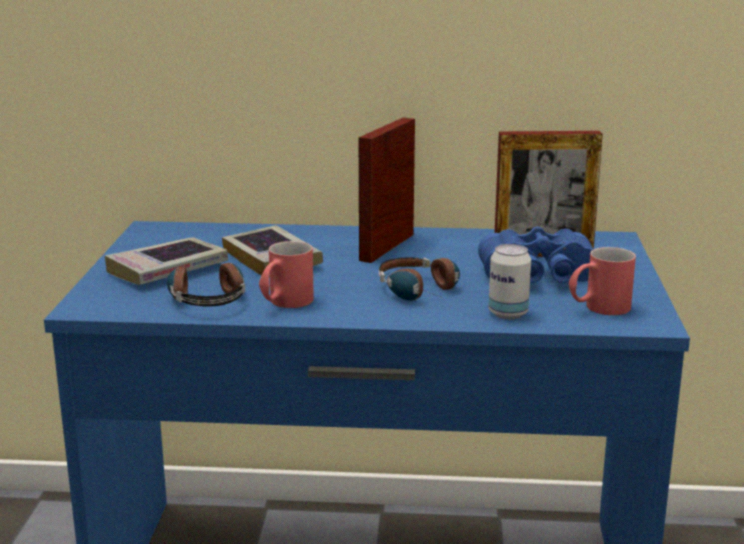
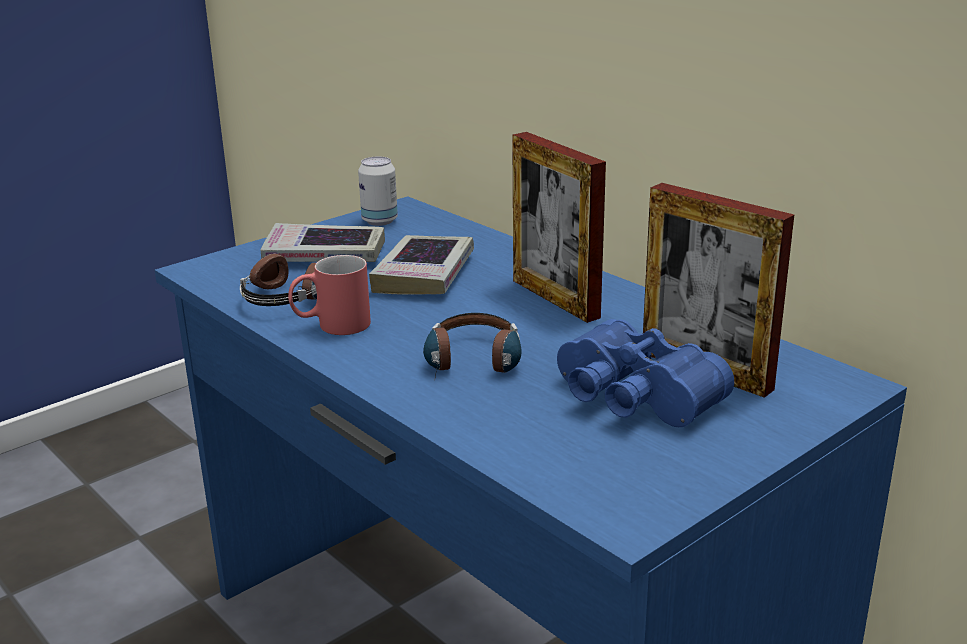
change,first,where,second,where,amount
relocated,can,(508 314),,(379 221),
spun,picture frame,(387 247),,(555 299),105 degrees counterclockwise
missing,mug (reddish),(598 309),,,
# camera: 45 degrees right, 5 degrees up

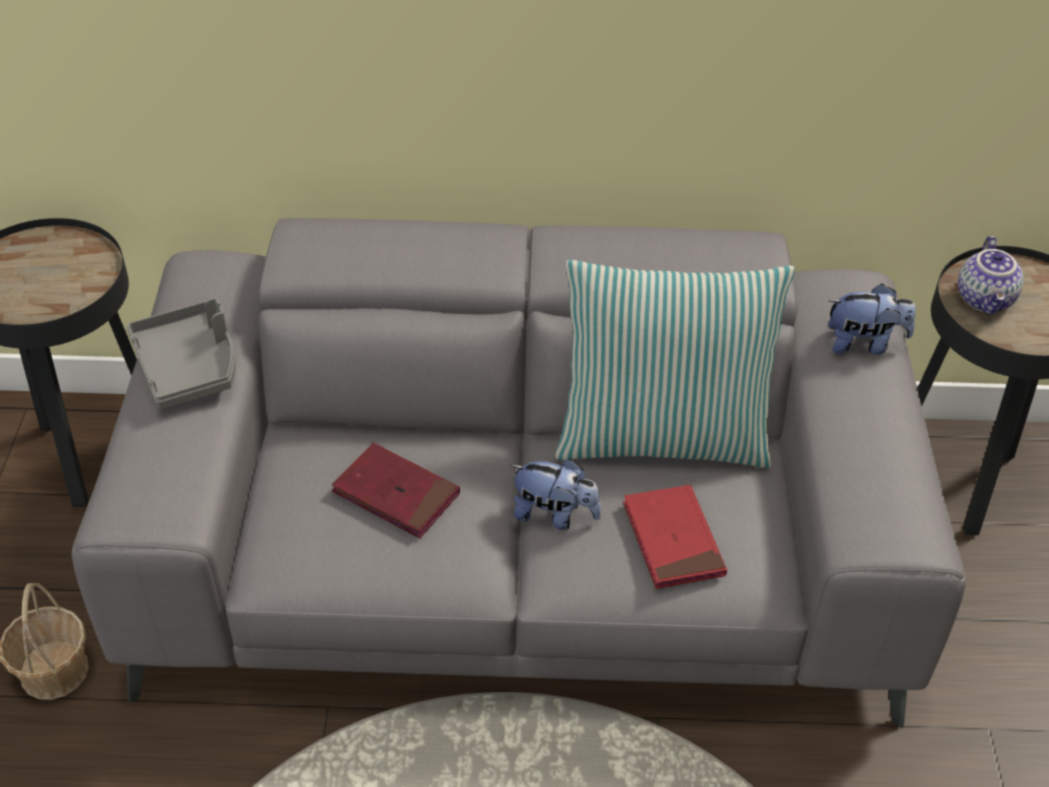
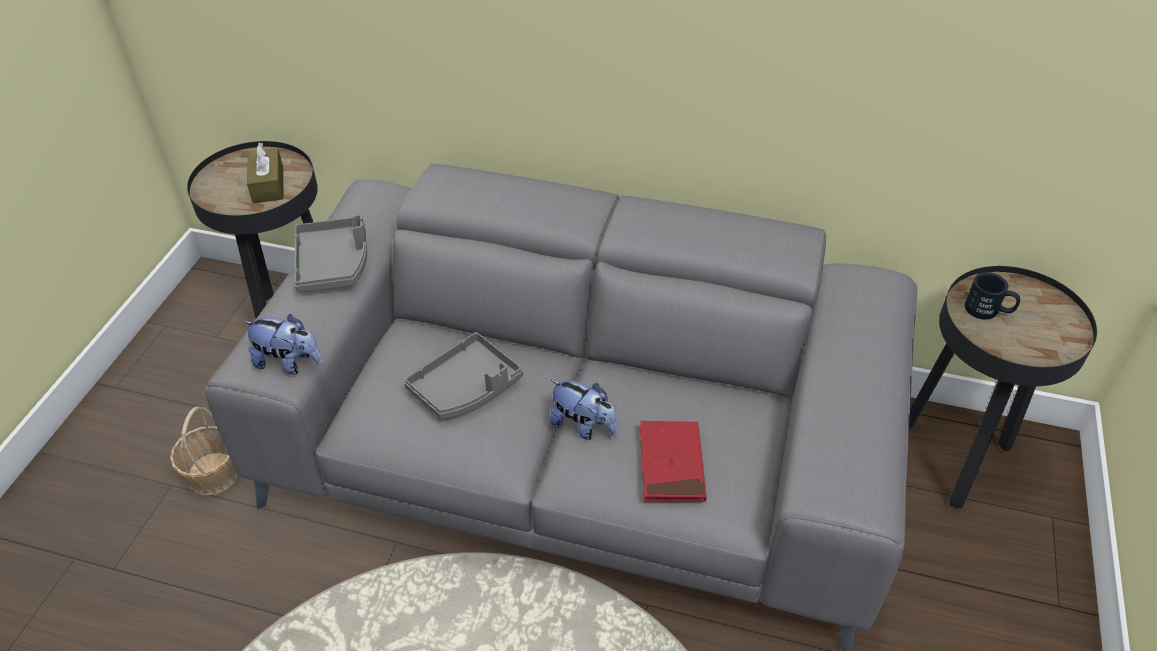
change,first,where,second,where,amount
relocated,plush toy,(863 344),,(289 363),
appeared,,,tissue box (brown-coloured),(268 185),
exchanged,book (reddish),(396 494),carrying tray (grey),(466 387),
exchanged,pot for tea,(986 300),mug (black),(988 310),
missing,throw pillow,(662 436),,,
# camera: 15 degrees right, 0 degrees up

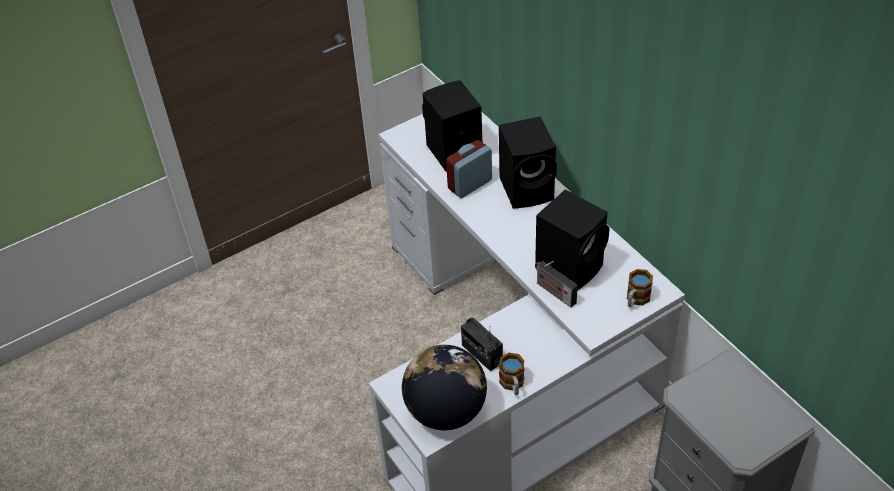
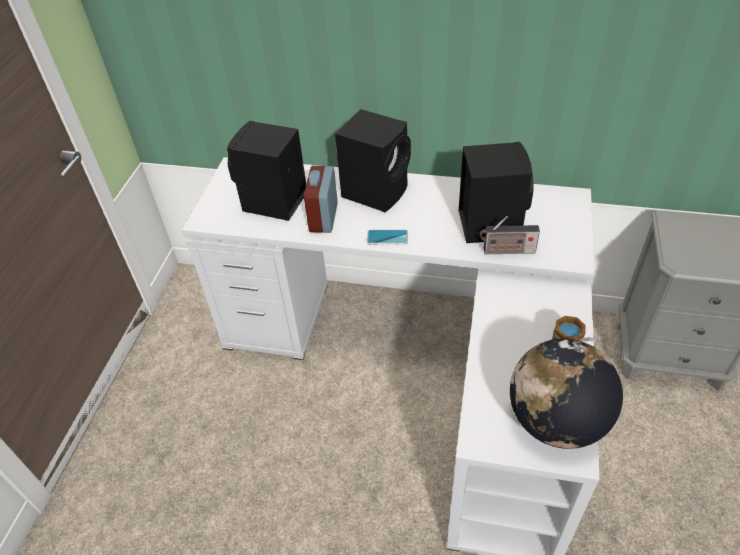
change,first,where,second,where,amount
appeared,,,phone,(387 237),
missing,radio set,(482 354),,,
missing,mug,(636 300),,,
# camera: 45 degrees left, 0 degrees up

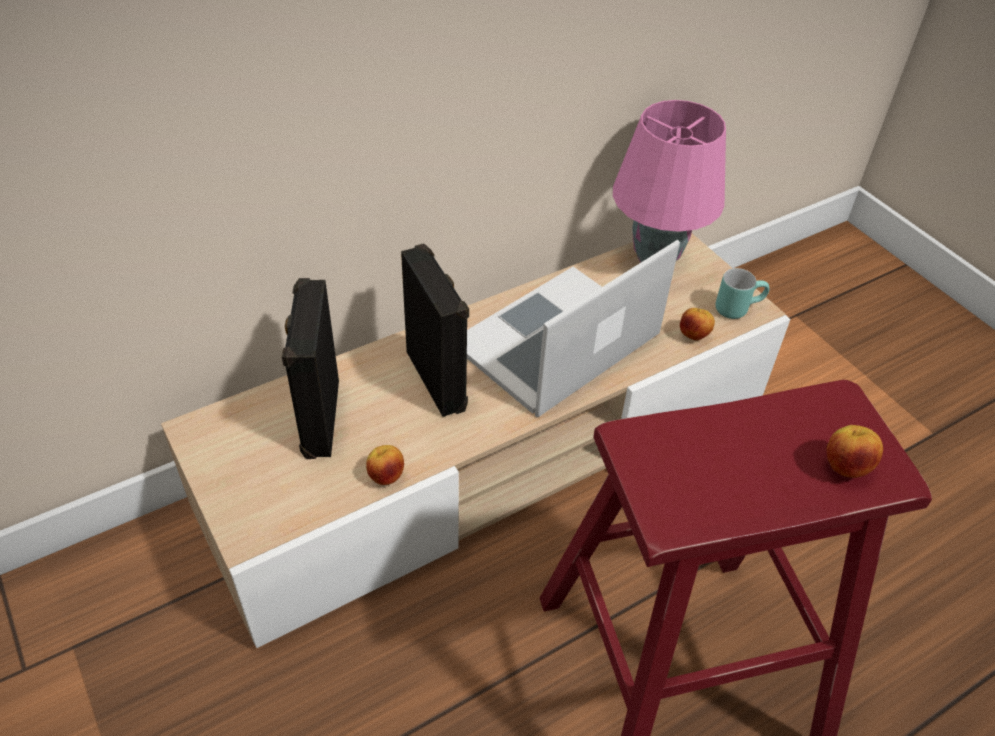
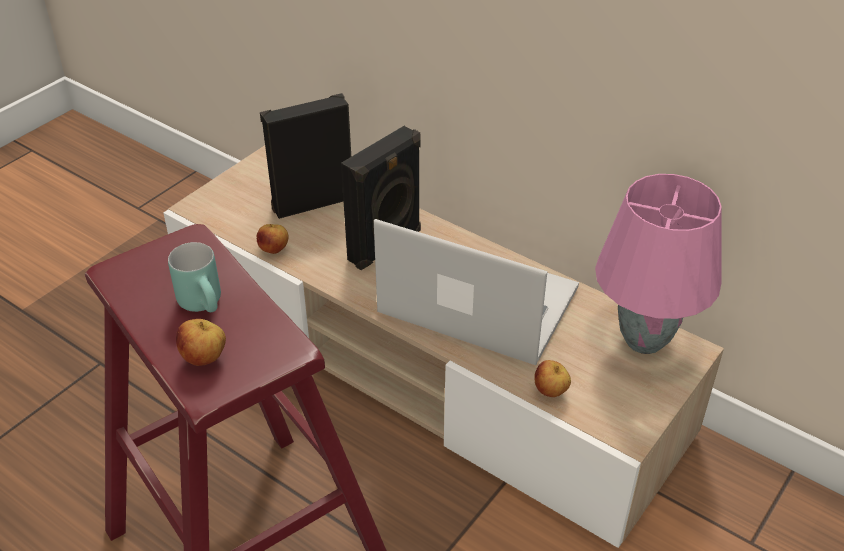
change,first,where,second,where,amount
relocated,mug (blue-green),(737 307),,(206 304),
# camera: 70 degrees right, 5 degrees down

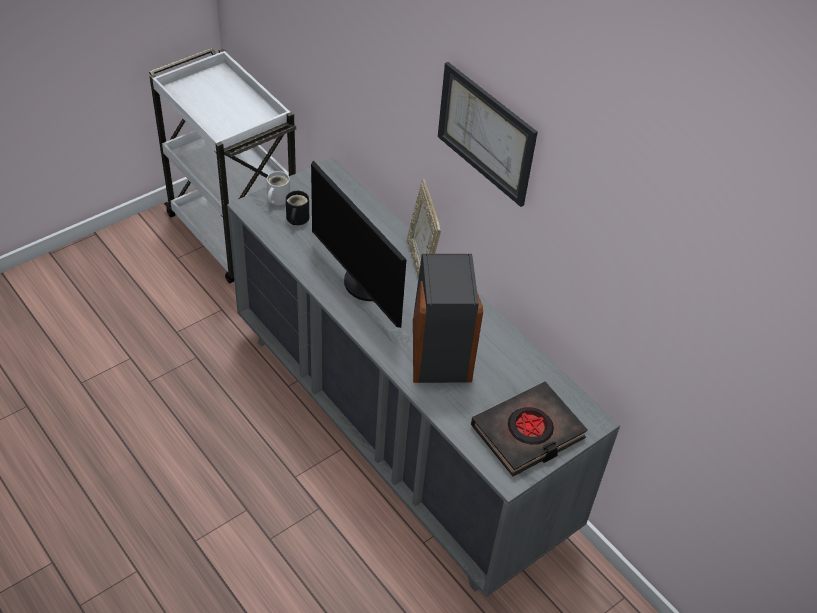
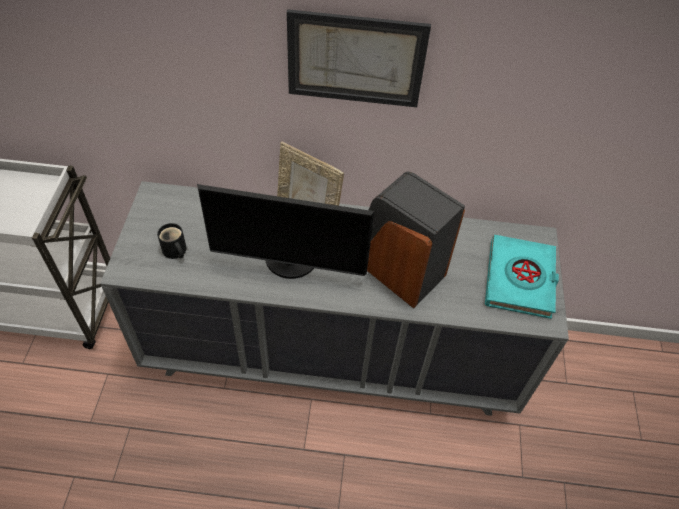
change,first,where,second,where,amount
colour,book (black),(528 433),book (blue-green),(520 280),
missing,mug (white-coloured),(276 199),,,
# camera: 45 degrees left, 5 degrees up

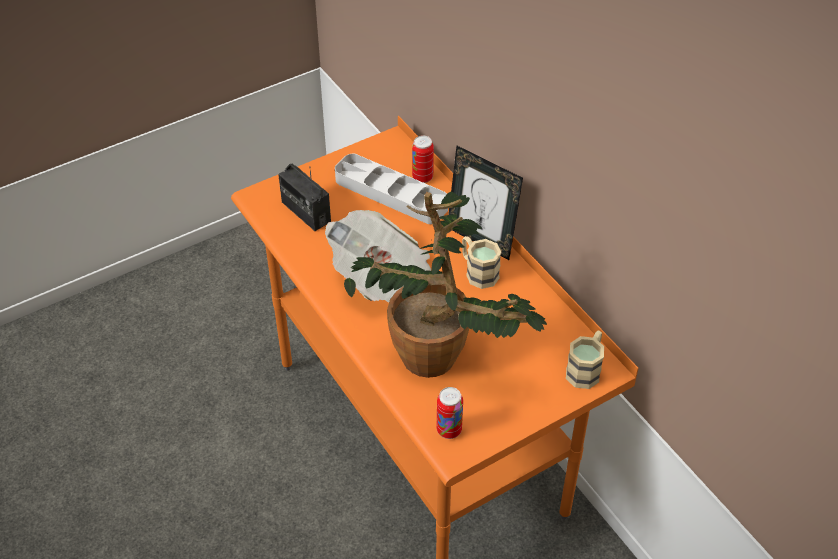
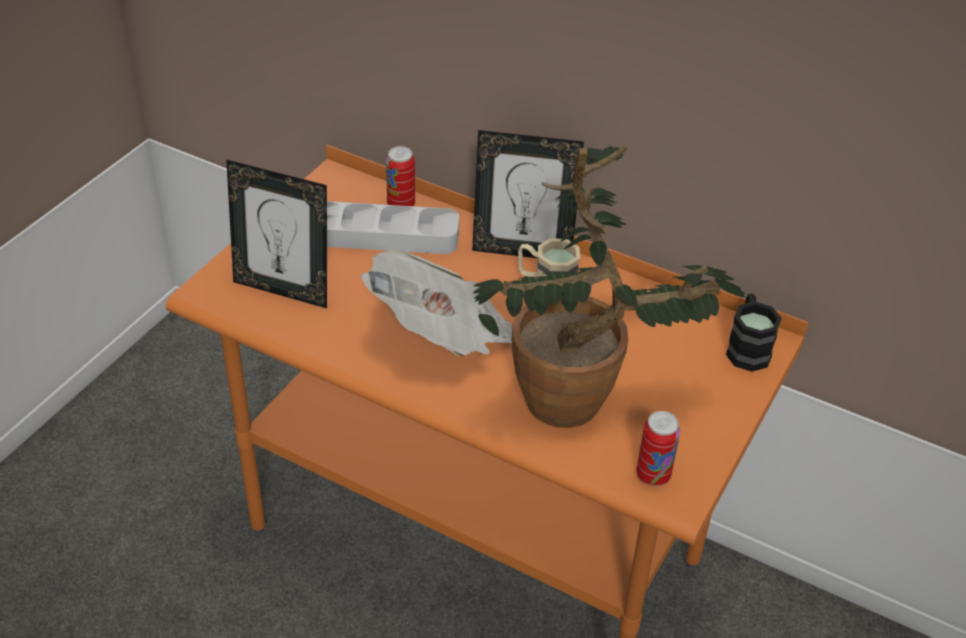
change,first,where,second,where,amount
exchanged,radio set,(305 212),picture frame,(283 289),
colour,mug (beige),(586 369),mug (black),(747 347),
# camera: 30 degrees left, 5 degrees down

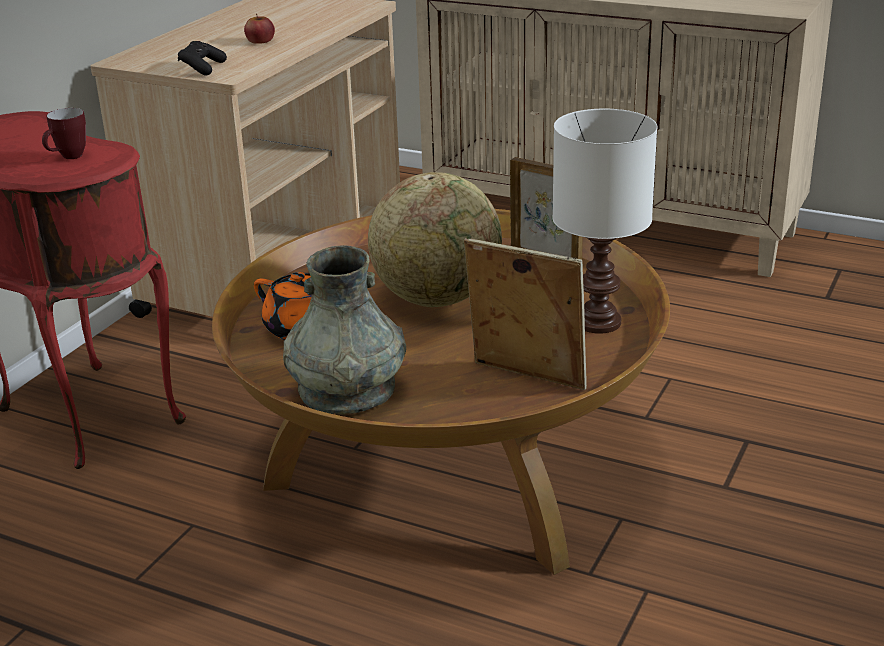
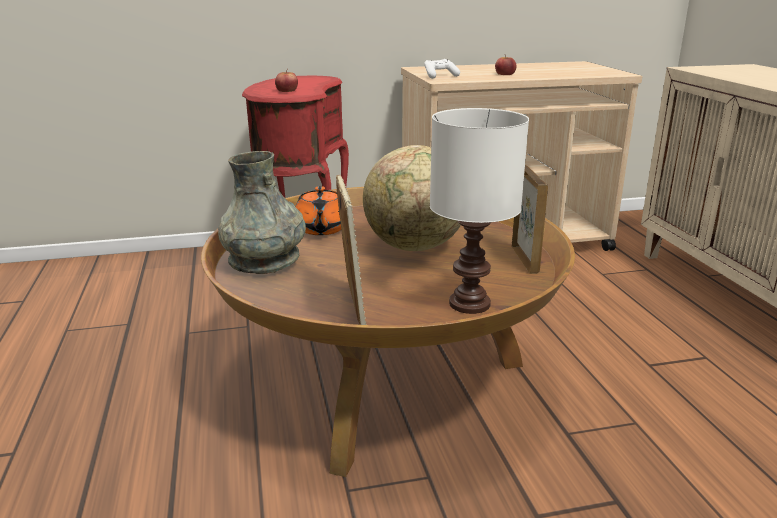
change,first,where,second,where,amount
exchanged,mug,(68 158),whole apple,(287 90),
colour,gamepad (black),(202 68),gamepad (white-coloured),(440 76),
# camera: 50 degrees right, 5 degrees down

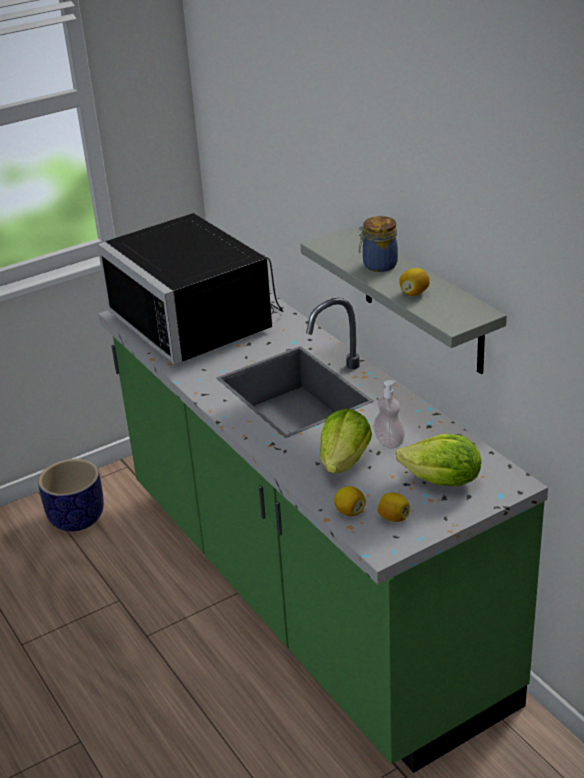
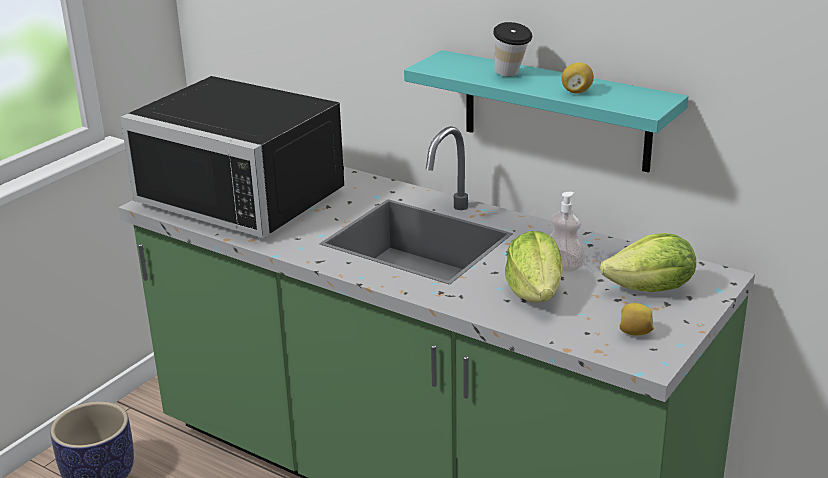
change,first,where,second,where,amount
colour,wall shelf (grey),(422 301),wall shelf (blue-green),(556 111),
exchanged,storage jar,(378 265),drinking cup,(511 75),
missing,whole lemon,(349 511),,,
# camera: 25 degrees left, 5 degrees down

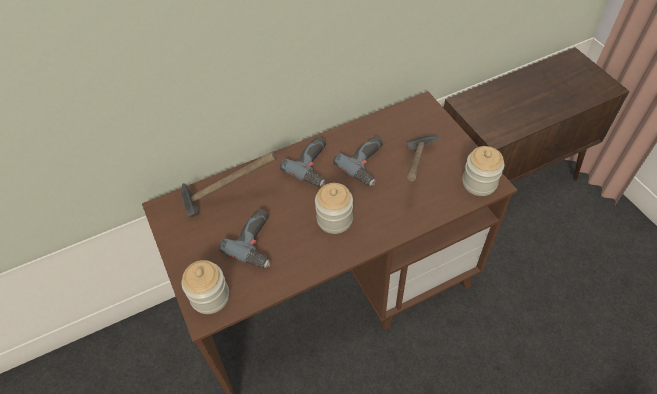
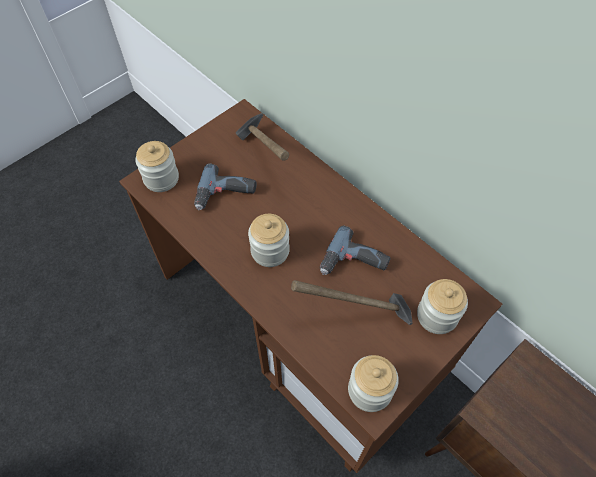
change,first,where,second,where,amount
appeared,,,storage jar,(437 315),
missing,electric drill,(315 165),,,
# camera: 70 degrees right, 5 degrees up

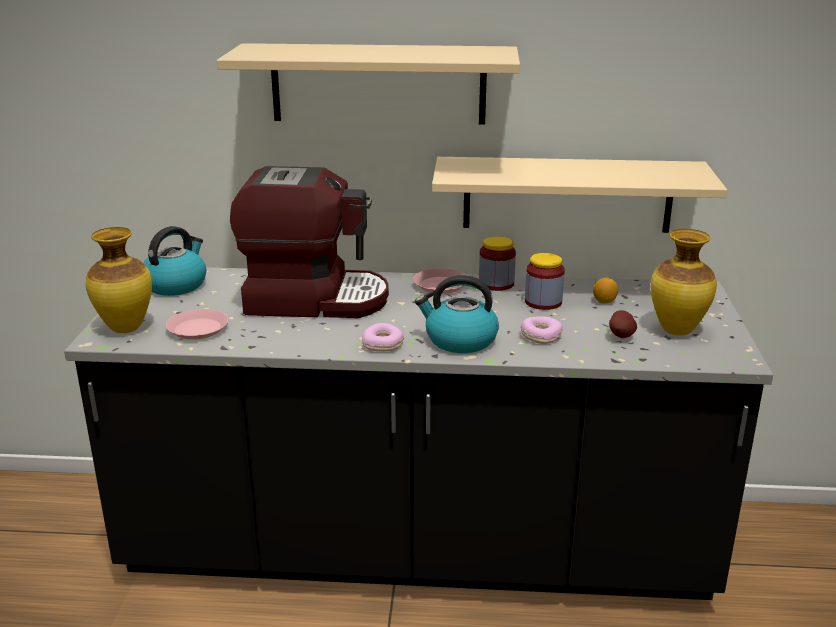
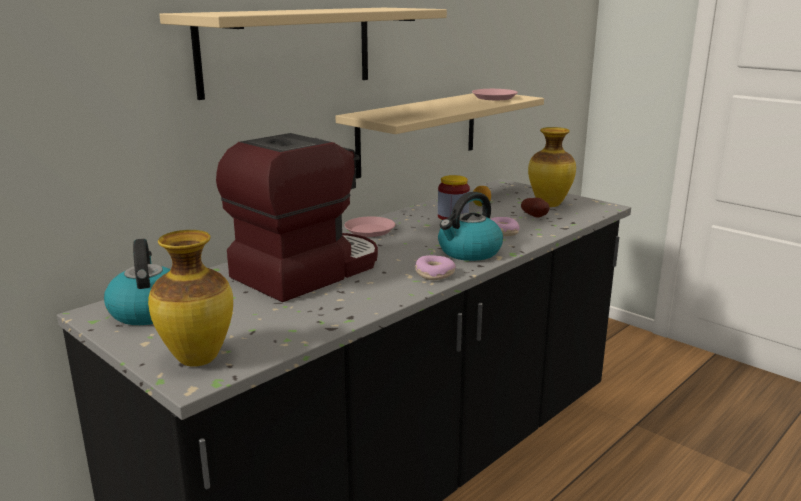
change,first,where,second,where,amount
relocated,plate (pink),(197 329),,(494 98),
missing,storage jar,(496 283),,,
# camera: 50 degrees left, 5 degrees down

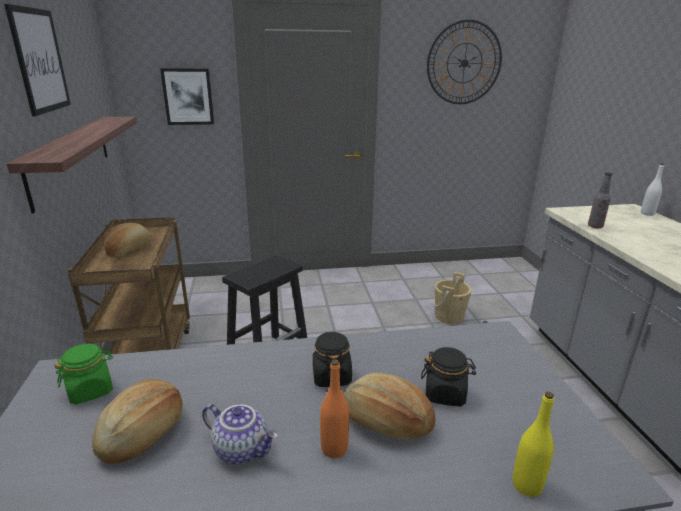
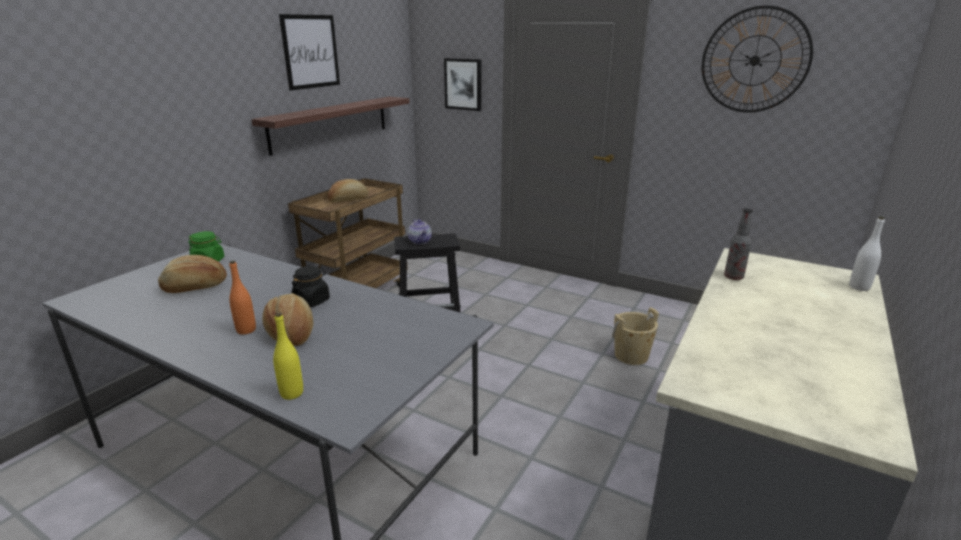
change,first,where,second,where,amount
relocated,pot for tea,(242 449),,(420 241),
missing,storage jar (black),(445 394),,,
# camera: 40 degrees right, 0 degrees up

